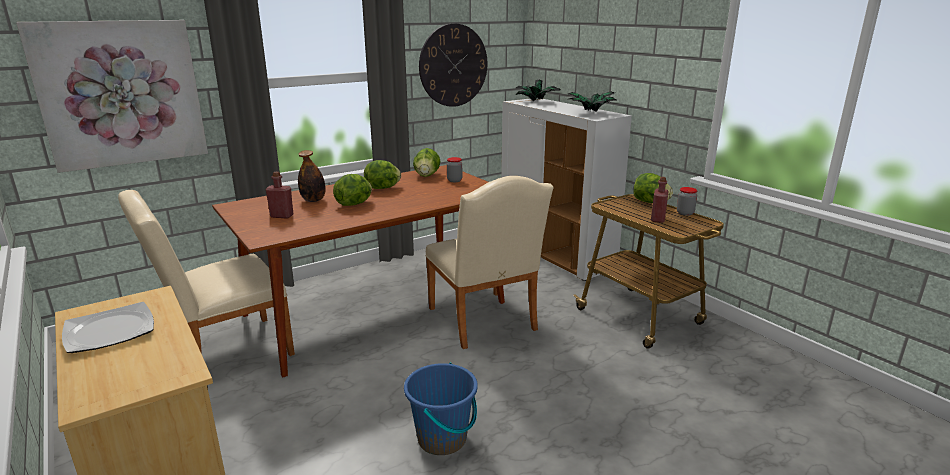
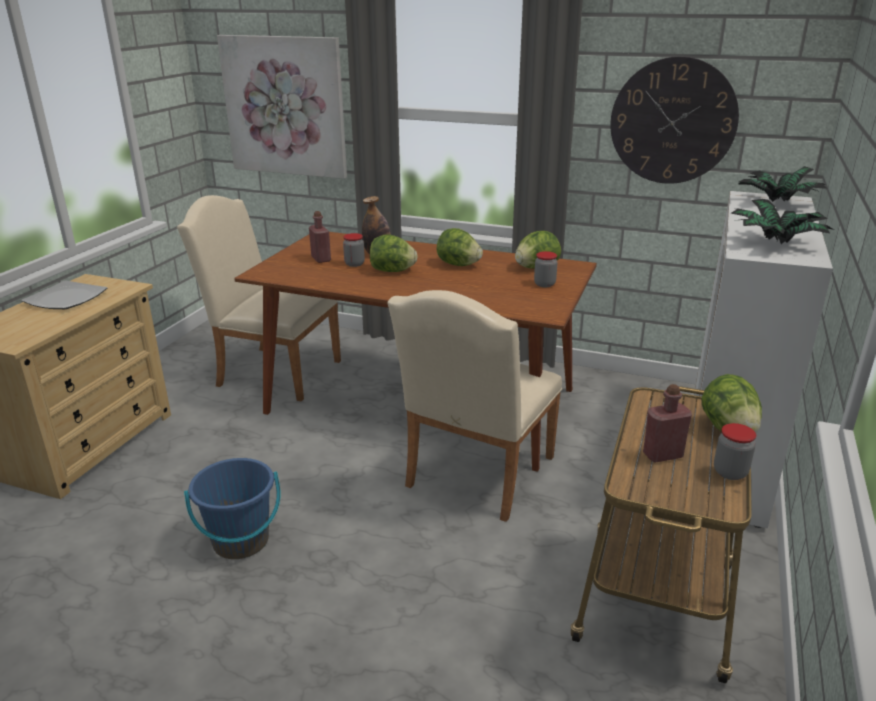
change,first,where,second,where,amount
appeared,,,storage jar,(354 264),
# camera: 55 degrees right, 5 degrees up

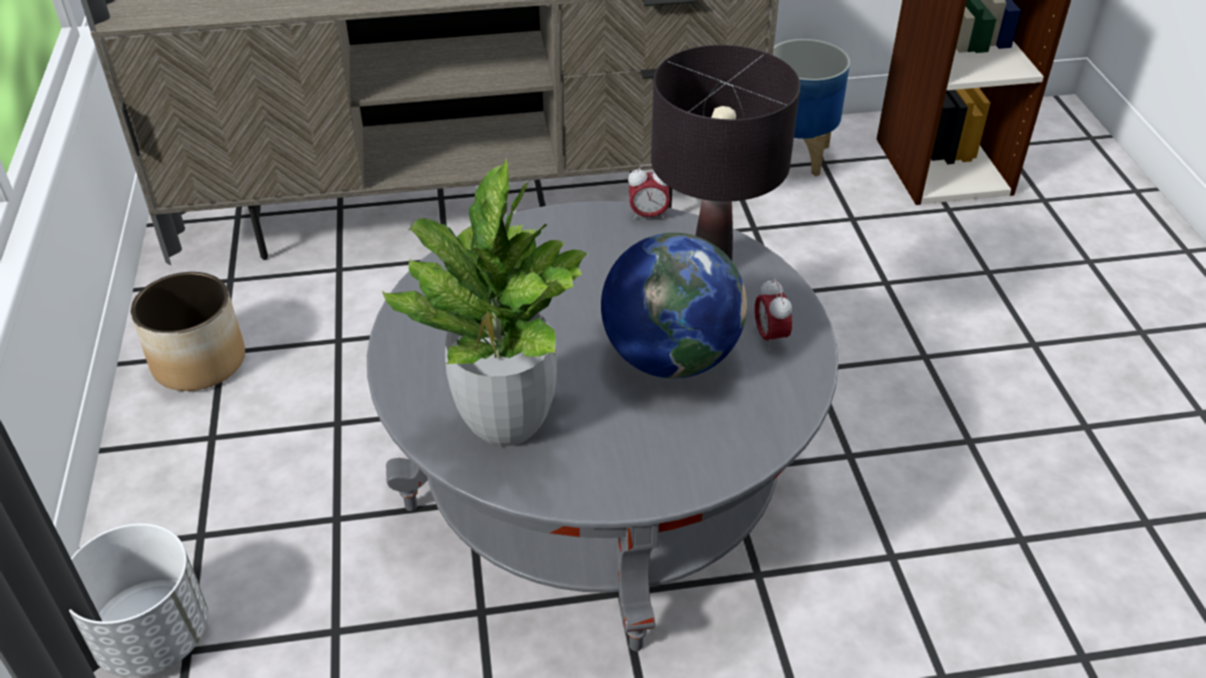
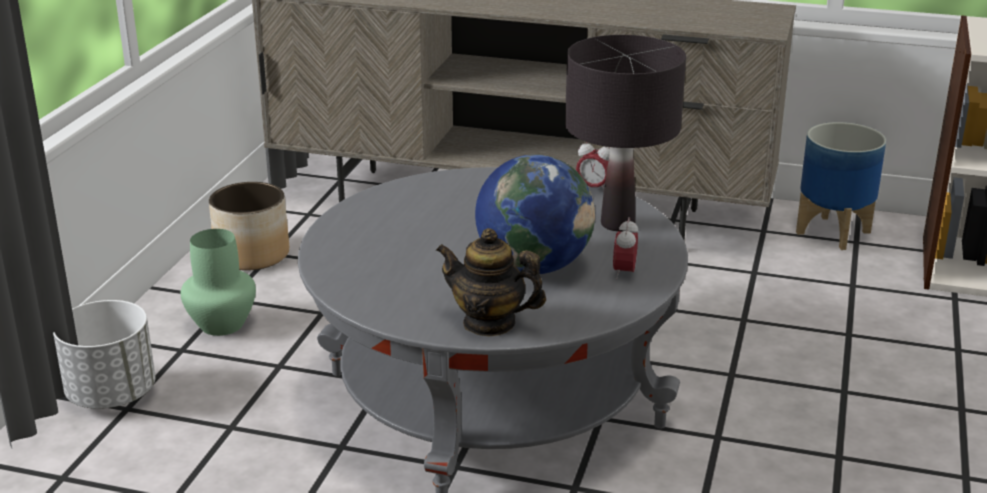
change,first,where,second,where,amount
appeared,,,flower vase (greenish),(223 324),
appeared,,,pot for tea,(489 323),
missing,potted plant,(506 423),,,
# camera: 25 degrees right, 15 degrees down

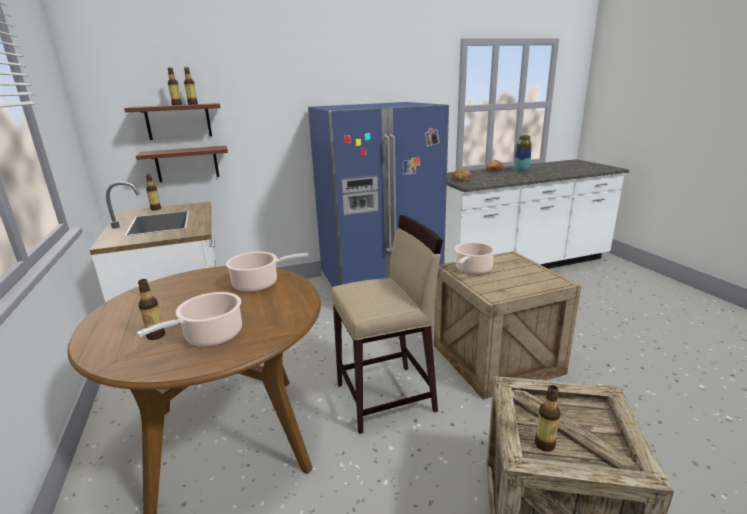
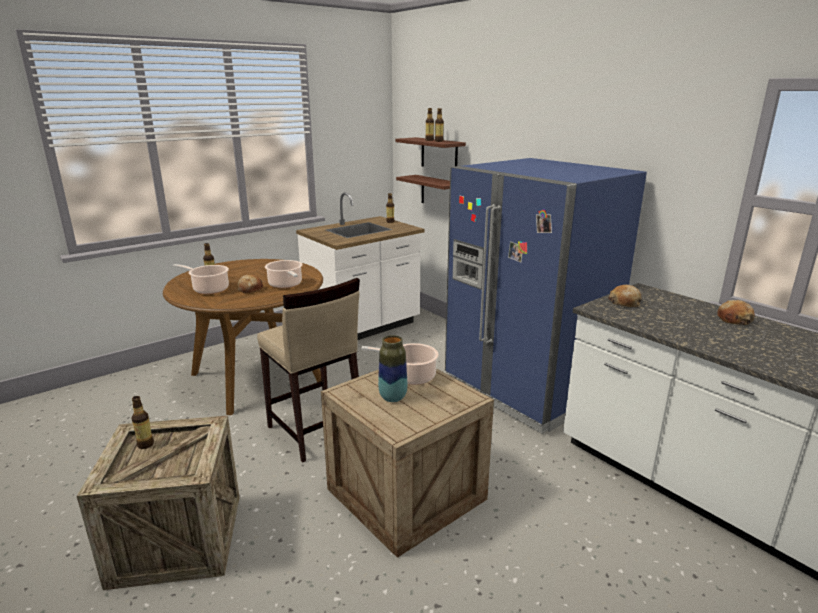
change,first,where,second,where,amount
appeared,,,baked bread,(250 289),
relocated,flower vase,(521 171),,(393 398),
# camera: 70 degrees right, 0 degrees up

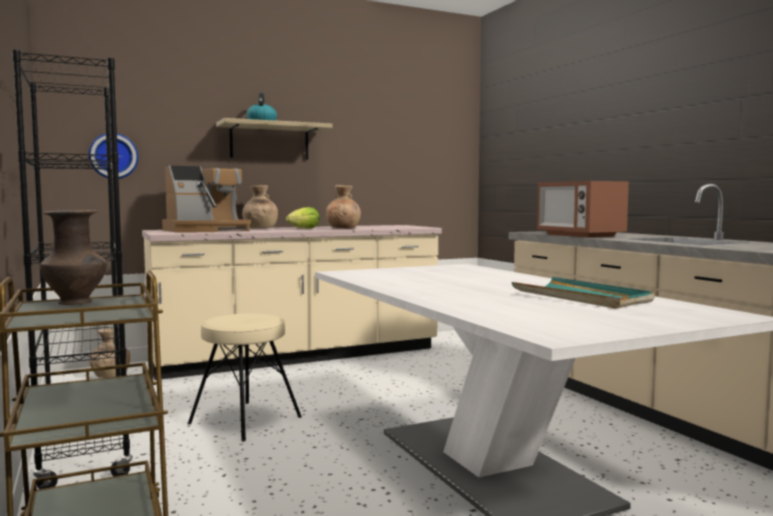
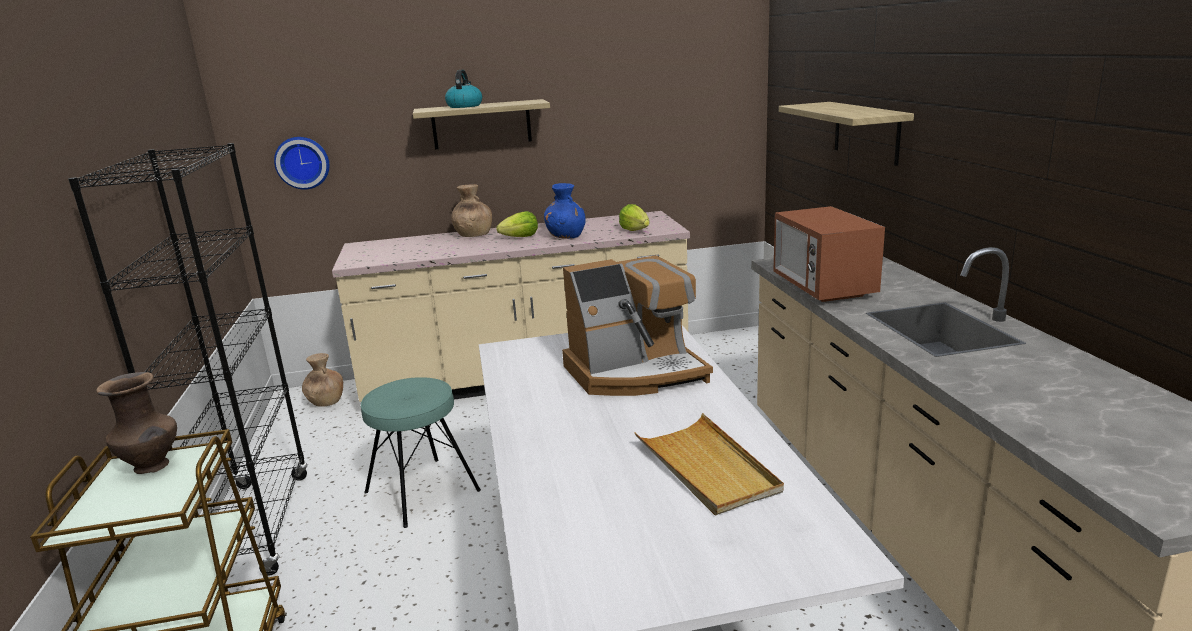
change,first,where,second,where,amount
colour,stool seat (beige),(245 420),stool seat (blue-green),(422 491),
colour,flower vase (brown-coloured),(343 228),flower vase (blue-coloured),(566 236),
relocated,coffee maker,(207 230),,(635 373),
appeared,,,head of lettuce,(635 230),
colour,carrying tray (blue-green),(581 297),carrying tray (beige),(706 467),
appeared,,,wall shelf,(866 132),
# camera: 15 degrees right, 15 degrees up

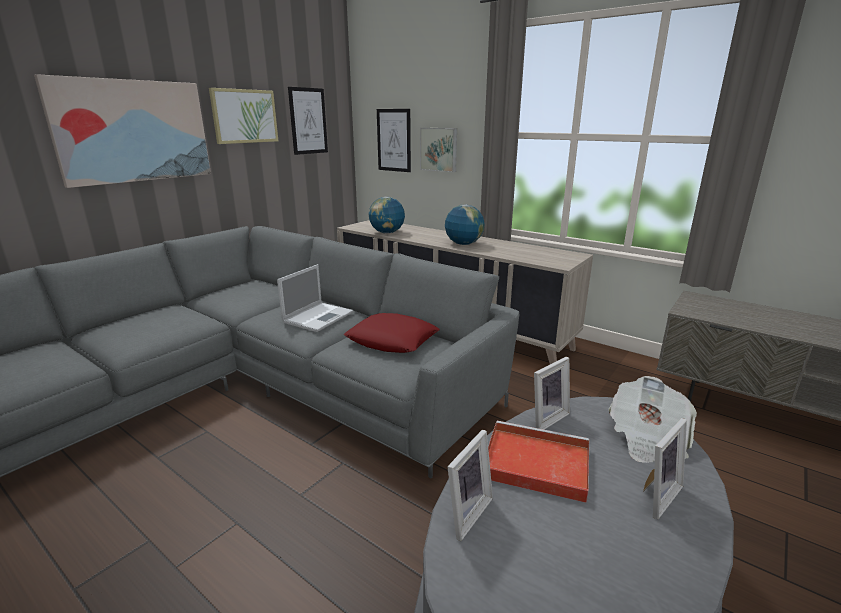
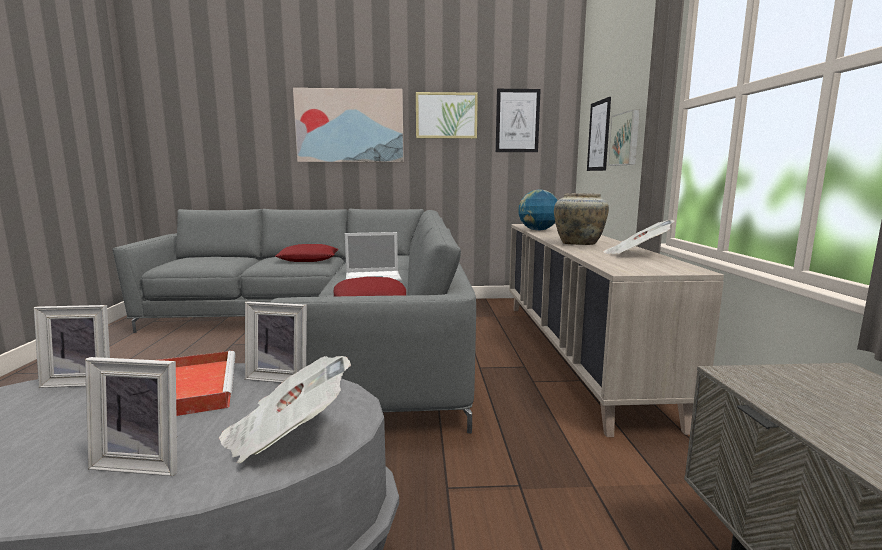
change,first,where,second,where,amount
appeared,,,throw pillow (reddish),(308 259),
exchanged,world globe,(463 244),flower vase (beige),(579 244),
appeared,,,newspaper,(635 254),
# camera: 50 degrees right, 10 degrees down

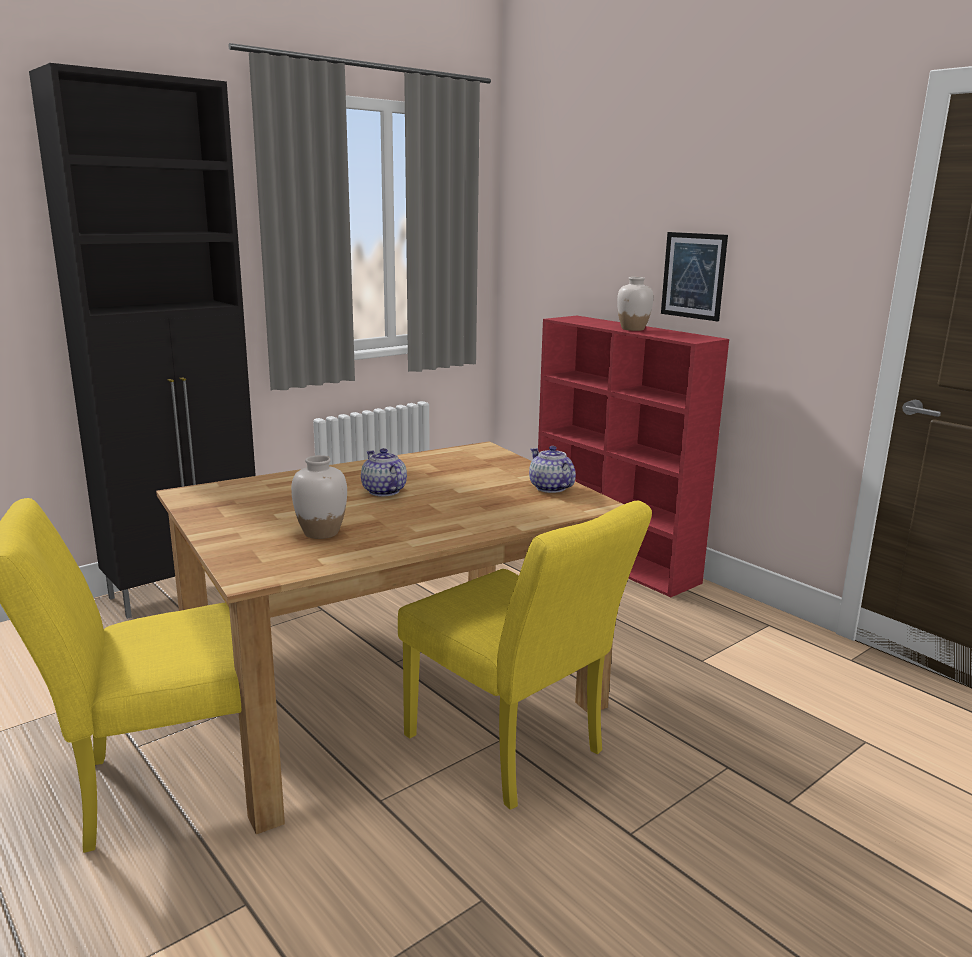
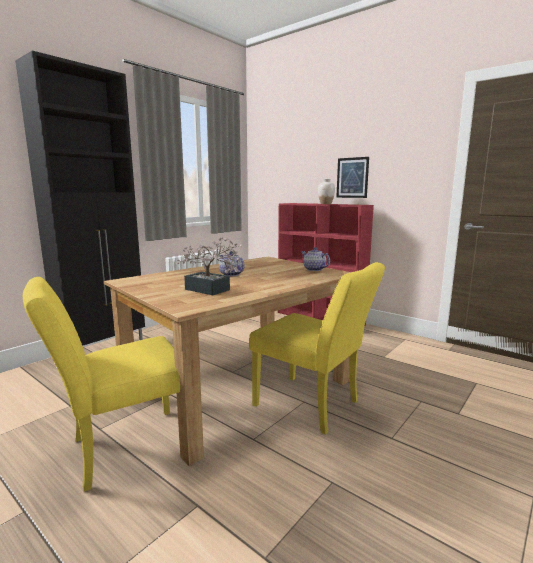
change,first,where,second,where,amount
exchanged,flower vase (white-coloured),(321 532),potted plant,(211 290),
# camera: 10 degrees left, 5 degrees down

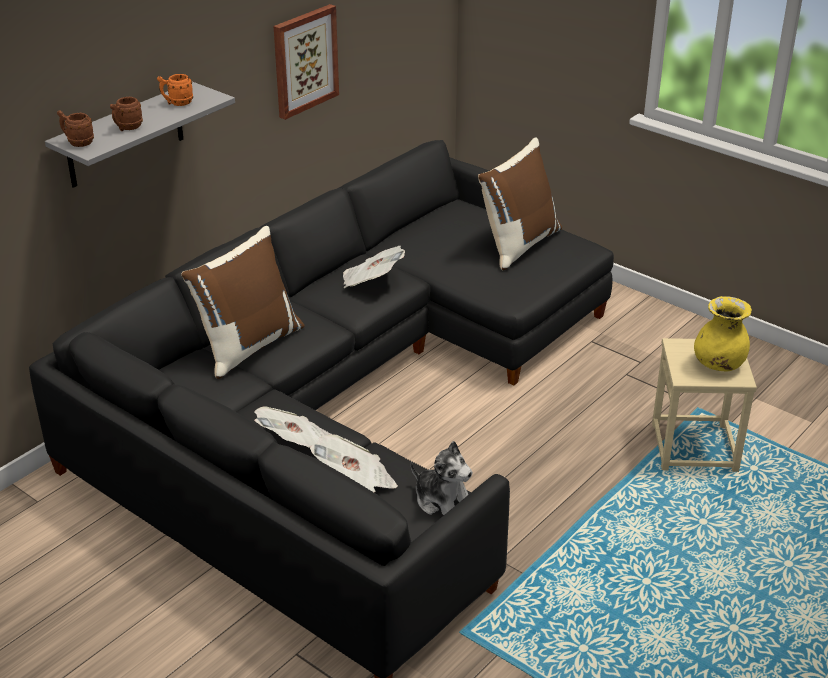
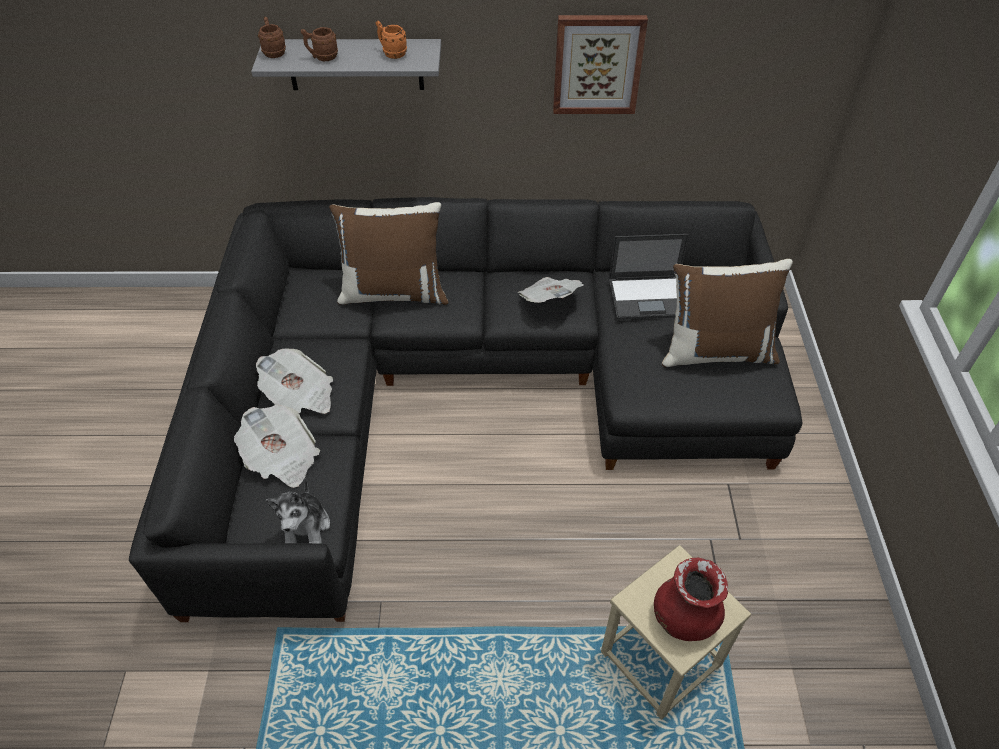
change,first,where,second,where,amount
appeared,,,portable computer,(649 297),
colour,flower vase (yellow-coloured),(718 365),flower vase (reddish),(684 619),
# camera: 50 degrees right, 15 degrees up

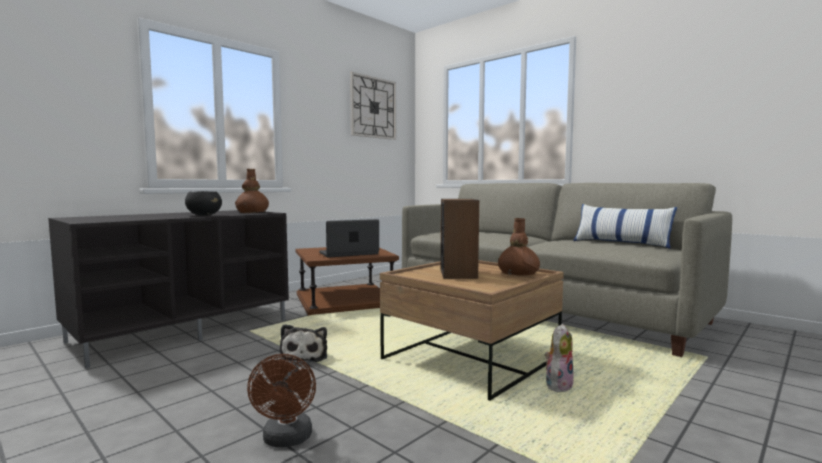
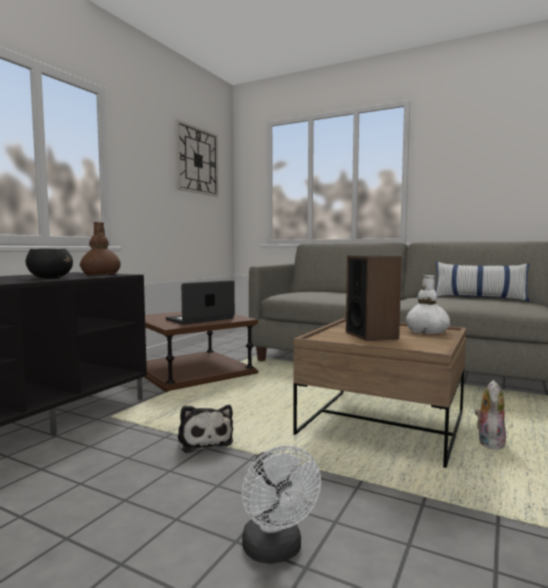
change,first,where,second,where,amount
colour,fan (brown-coloured),(286 440),fan (white-coloured),(276 551),
colour,flower vase (brown-coloured),(518 274),flower vase (white-coloured),(426 332),
# camera: 15 degrees left, 0 degrees up

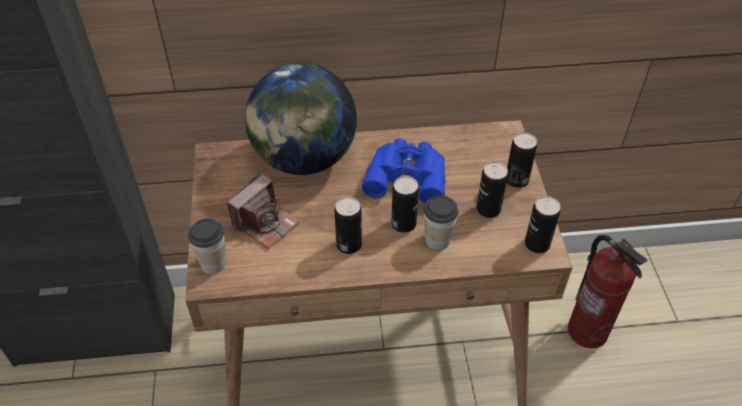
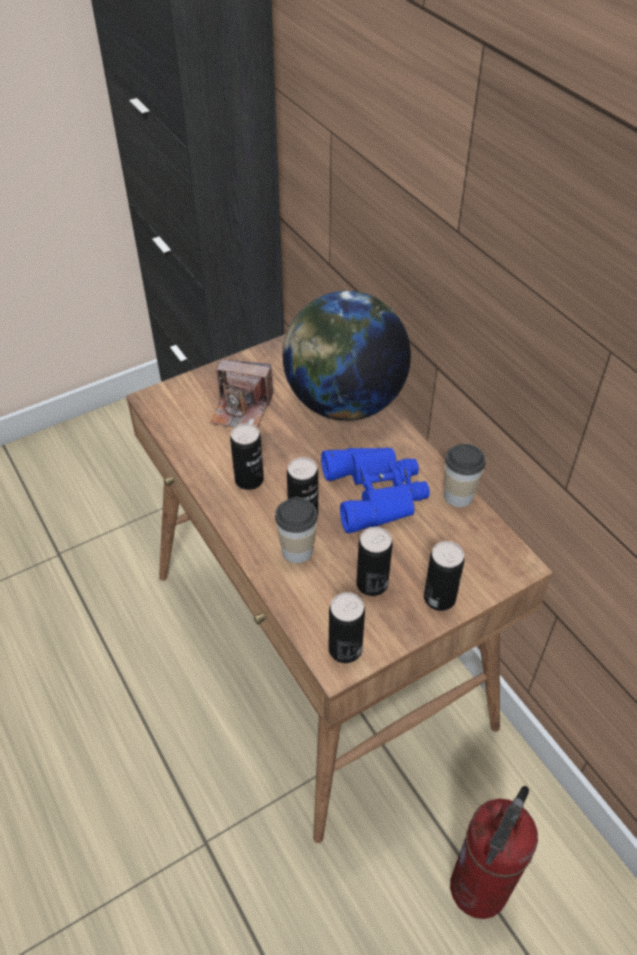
change,first,where,second,where,amount
relocated,drinking cup,(213 263),,(458 496),
# camera: 65 degrees right, 0 degrees up

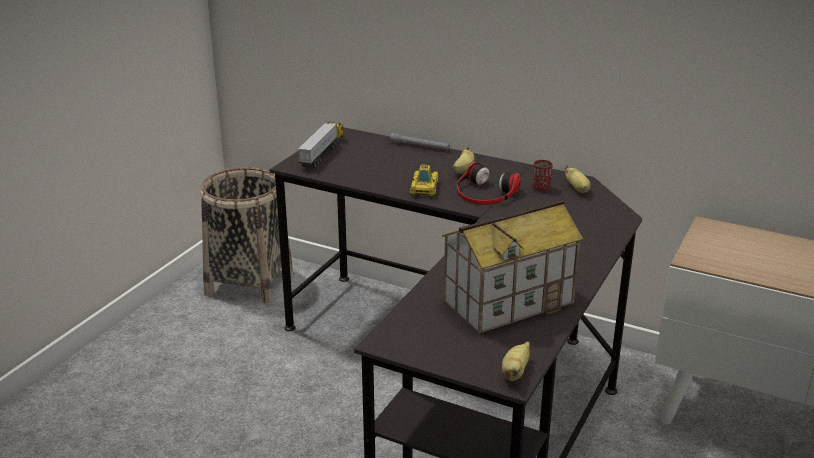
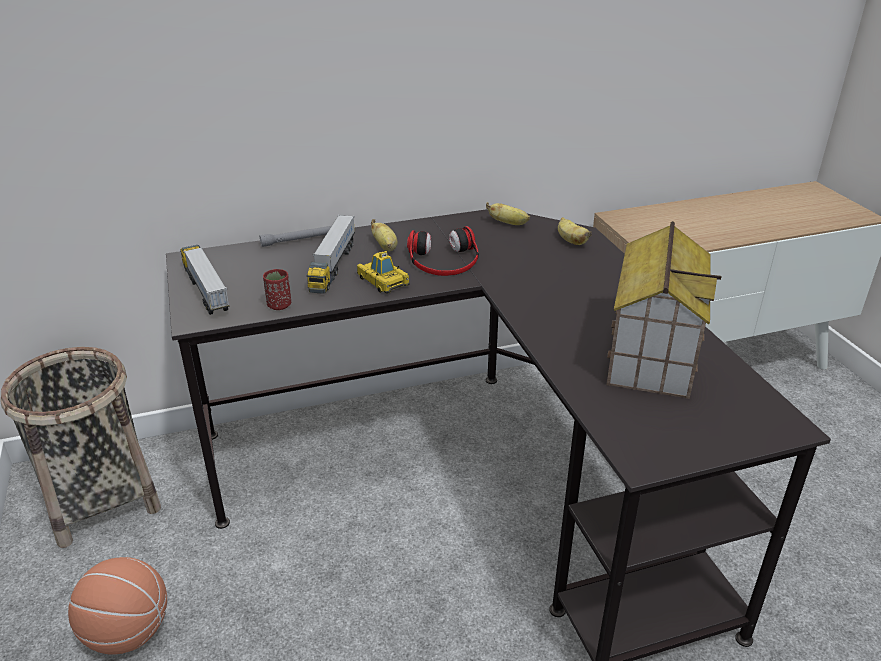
change,first,where,second,where,amount
appeared,,,ball for basketball,(127 632),
relocated,drinking cup (reddish),(541 188),,(279 305),
appeared,,,toy lorry,(333 266),
relocated,banana,(515 372),,(570 241),
# camera: 45 degrees left, 5 degrees up

